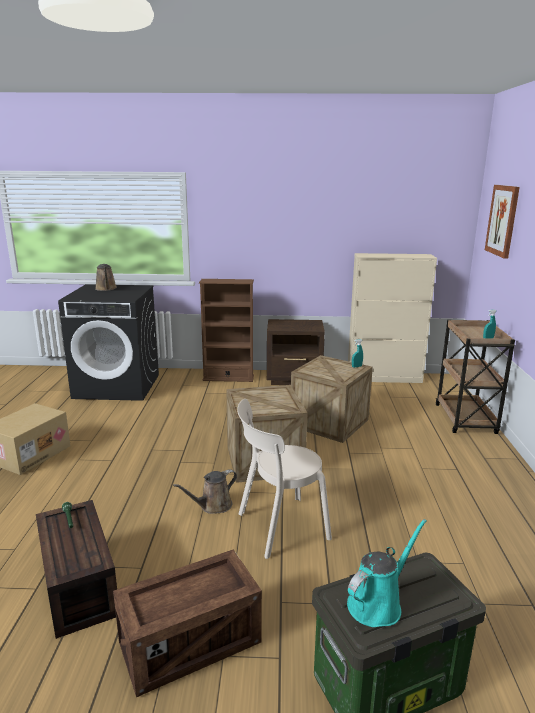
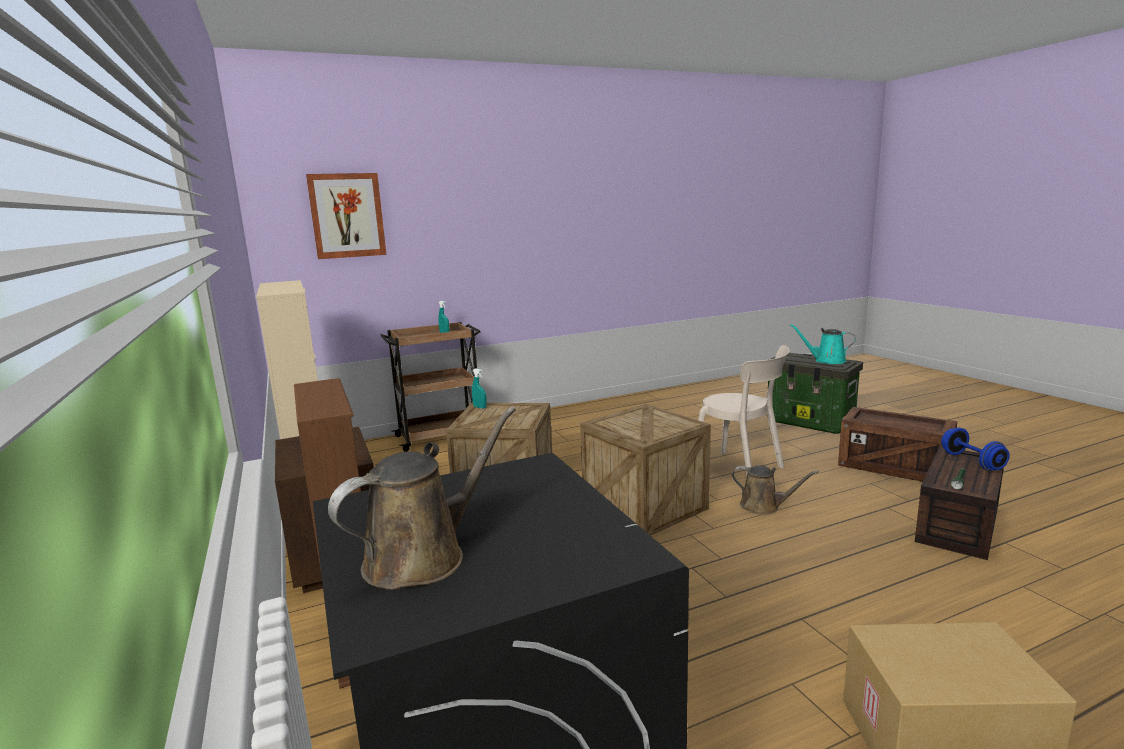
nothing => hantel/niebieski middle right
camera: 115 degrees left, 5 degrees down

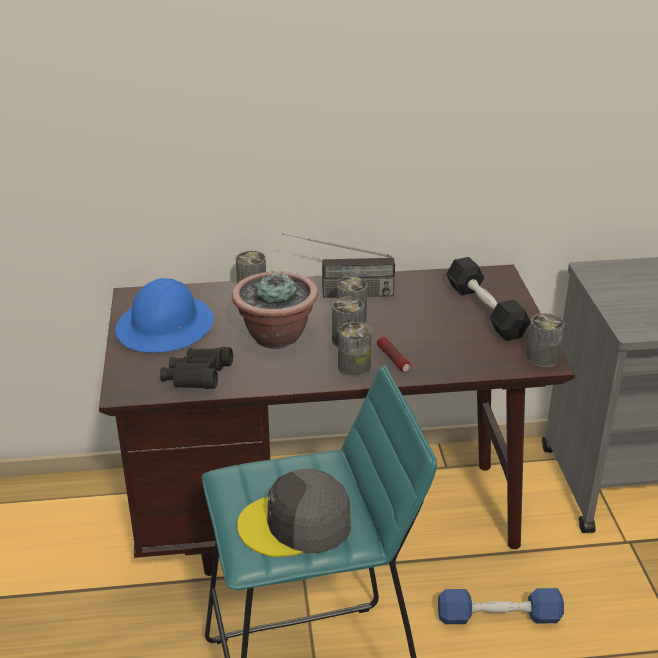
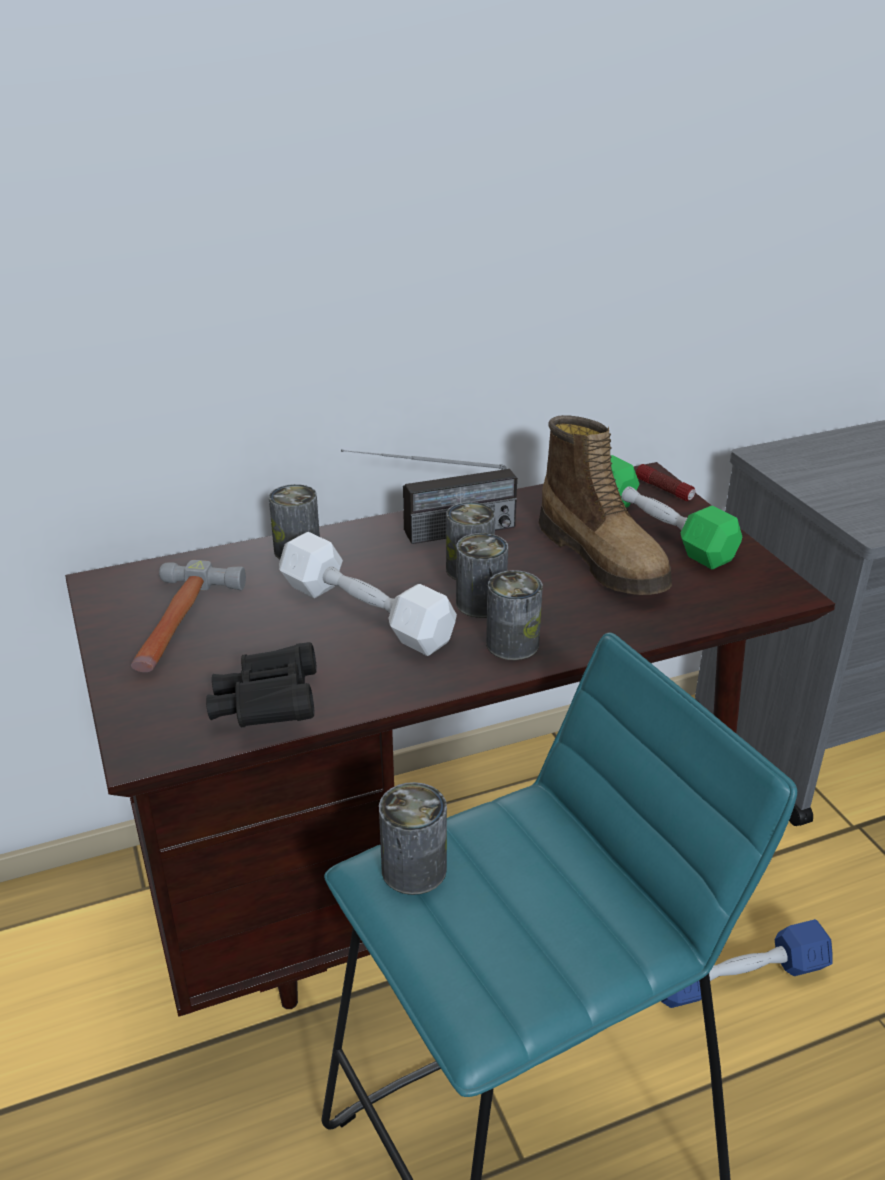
hantel/czarny middle right => hantel/zielony middle right
roślina doniczkowa centre => hantel/biały centre
kask/niebieski middle left => młotek middle left
puszka (no. 5 from left in the first image) middle right => puszka (no. 2 from left) bottom centre, relocated
latarka centre => latarka middle right, relocated
czapka z daszkiem/szary bottom centre => nothing
nothing => but z cholewką middle right
camera: 15 degrees left, 0 degrees up

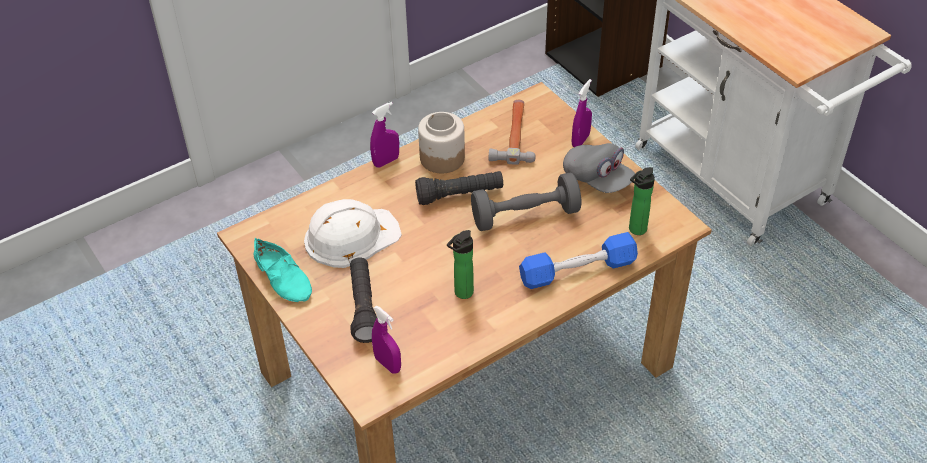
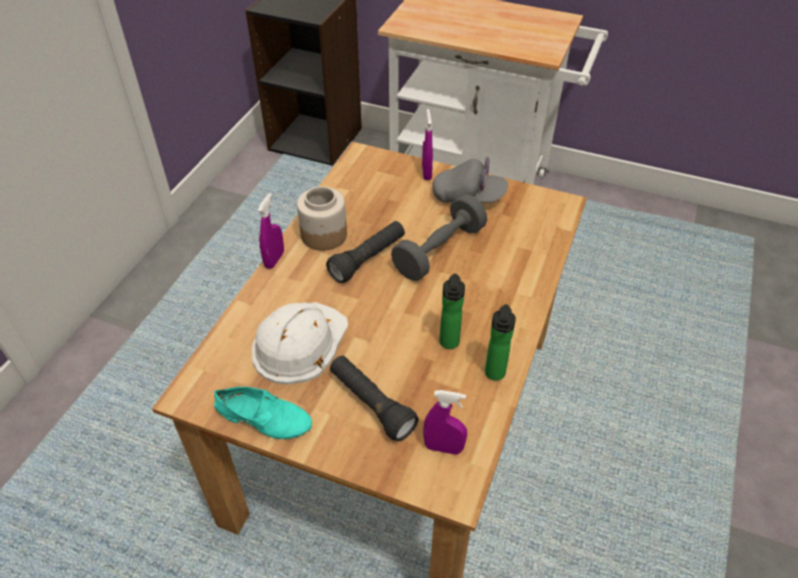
młotek top centre => nothing
butelka (no. 2 from left) middle right => butelka (no. 2 from left) centre, relocated
hantel/niebieski centre => nothing
camera: 35 degrees left, 0 degrees up

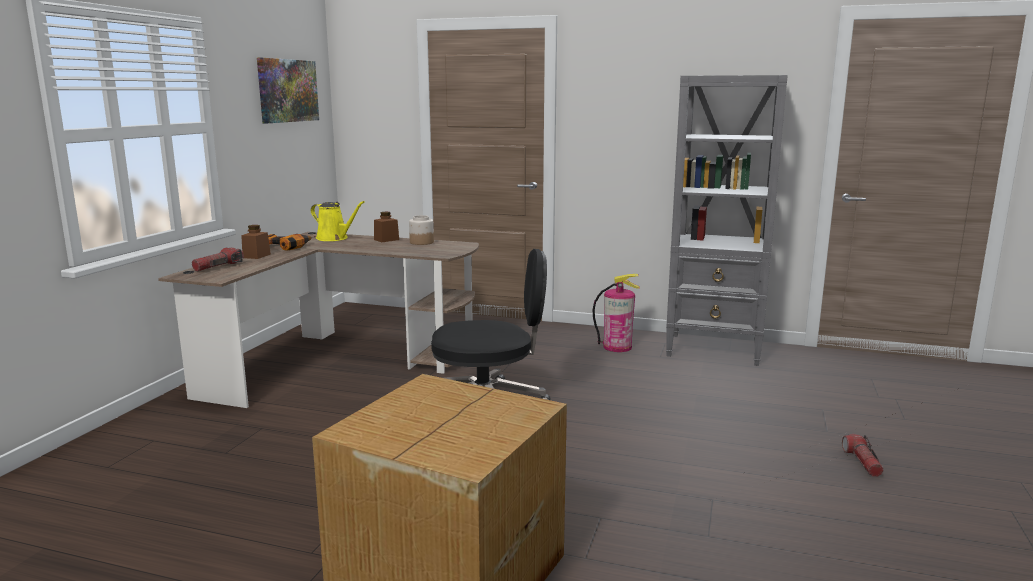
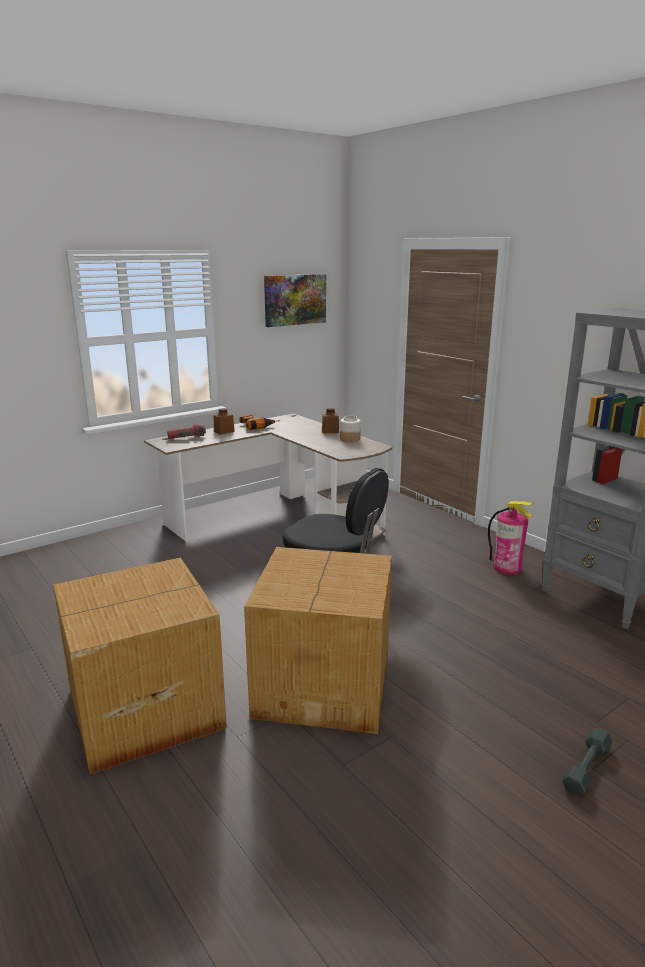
konewka/żółty middle left => nothing
latarka (no. 2 from left) bottom right => hantel/szary bottom right
nothing => karton (no. 2 from left) centre
camera: 35 degrees right, 5 degrees up

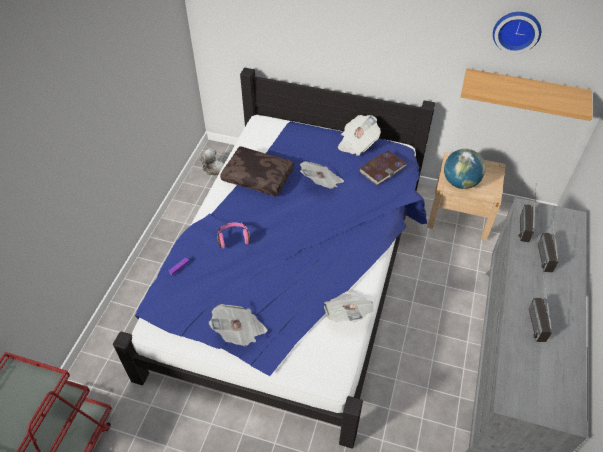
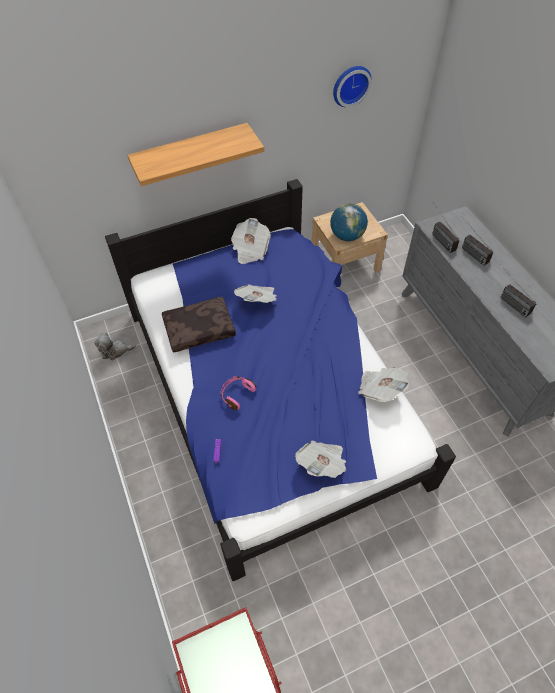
półka top right => półka top centre, relocated
książka centre => nothing
camera: 40 degrees left, 5 degrees up

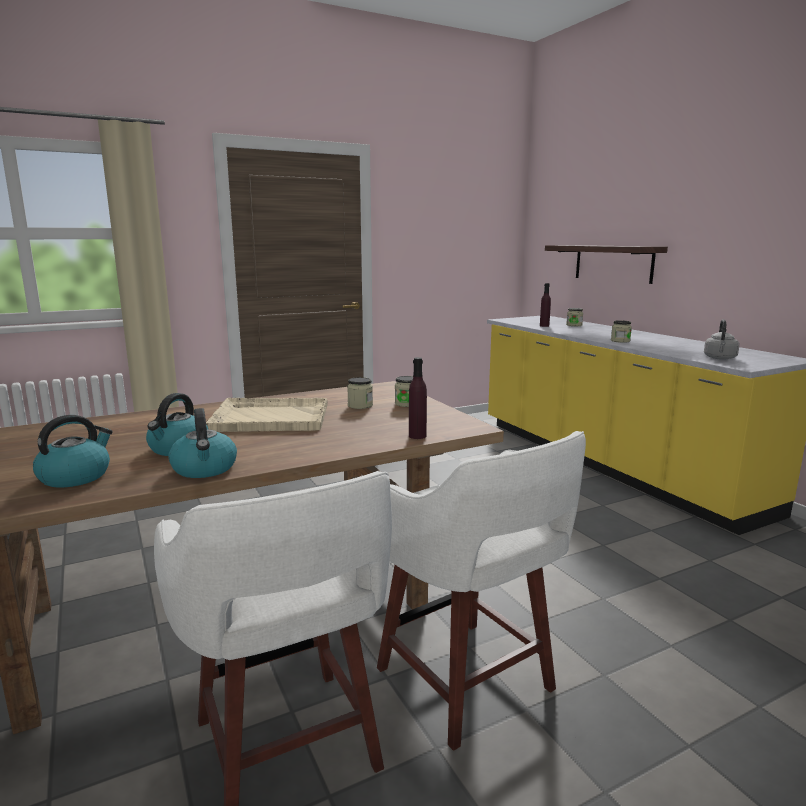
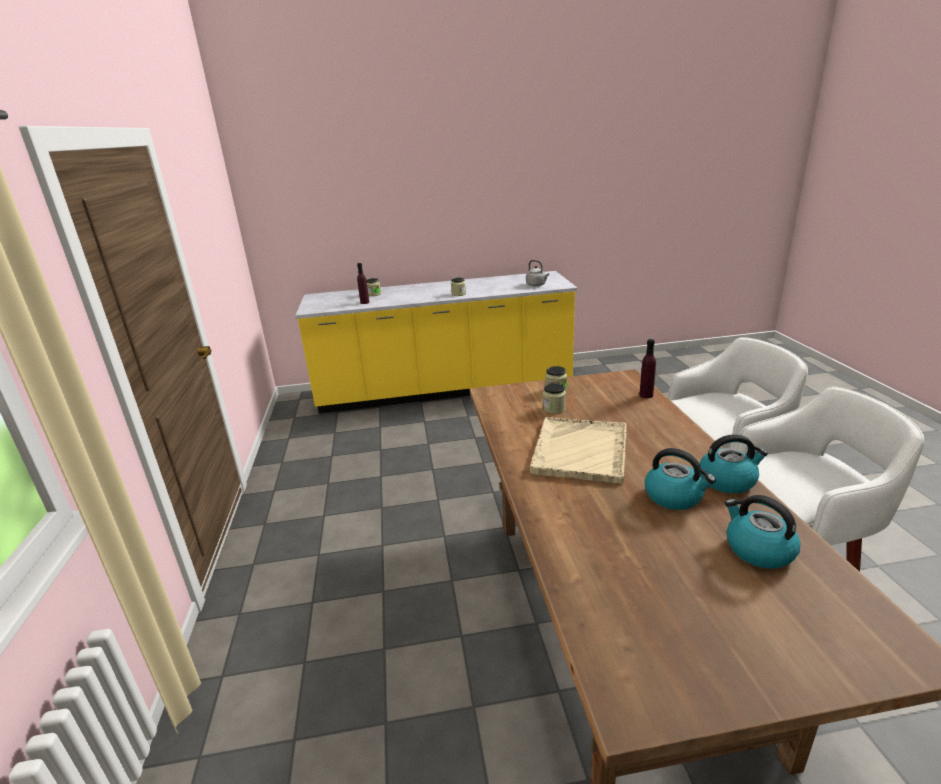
półka top right => nothing
camera: 70 degrees left, 10 degrees up

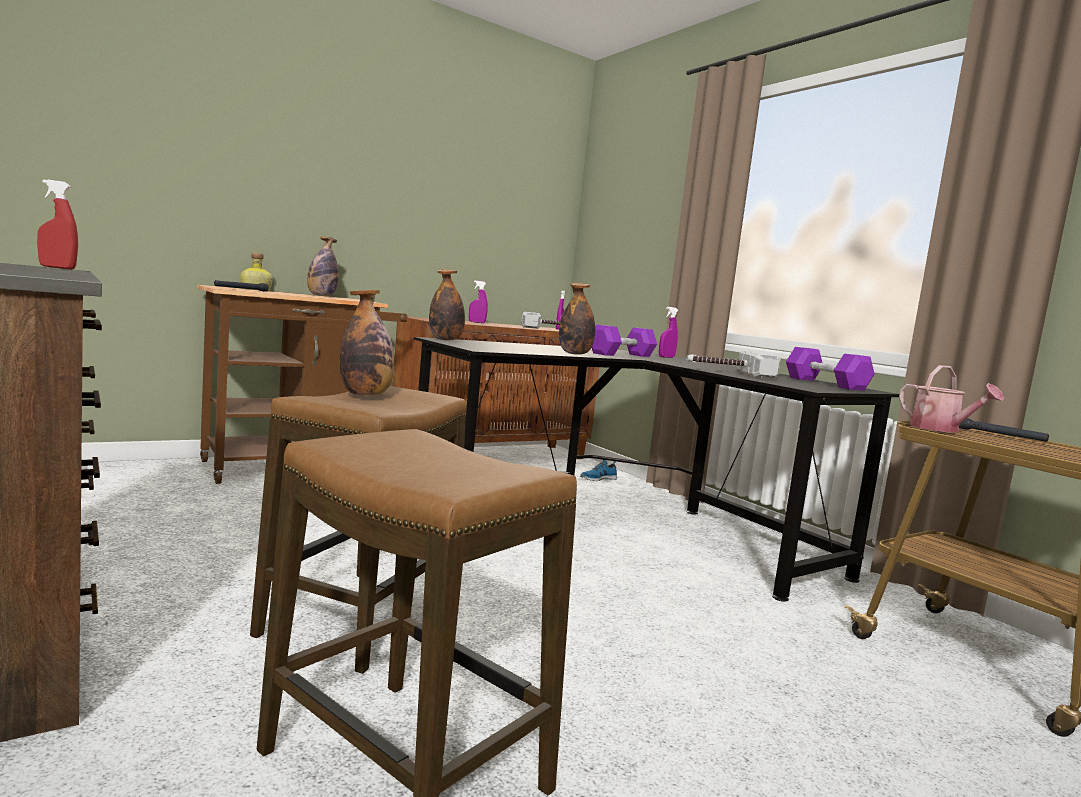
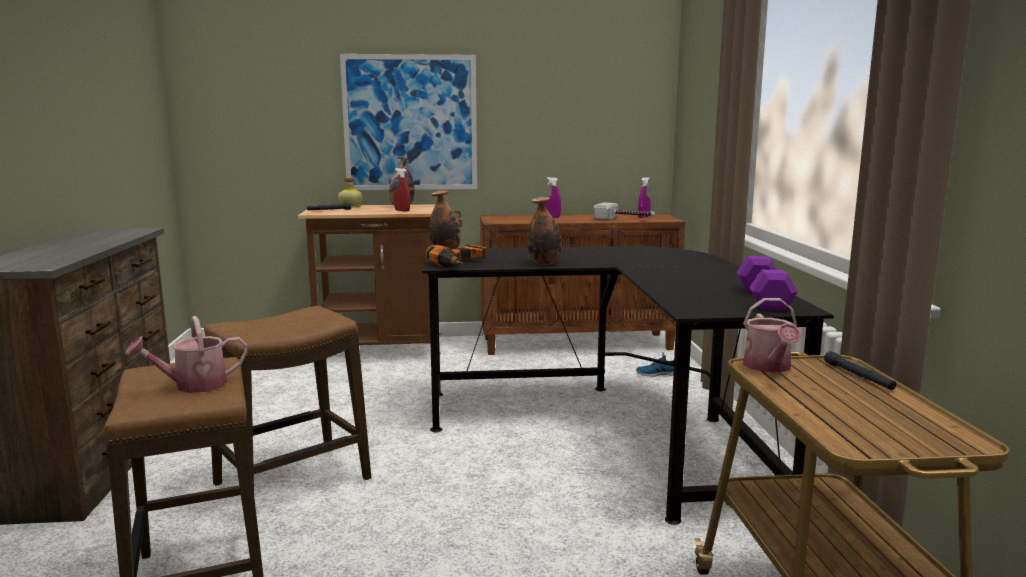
spryskiwacz/czerwony top left => spryskiwacz/czerwony top centre, relocated
butelka (no. 3 from left) centre => nothing
spryskiwacz/fioletowy (no. 3 from left) centre => nothing
hantel/fioletowy (no. 1 from left) centre => nothing
młotek (no. 2 from left) middle right => nothing
nothing => obraz top centre
nothing => wiertarka centre
nothing => konewka (no. 1 from left) middle left
camera: 30 degrees right, 5 degrees up

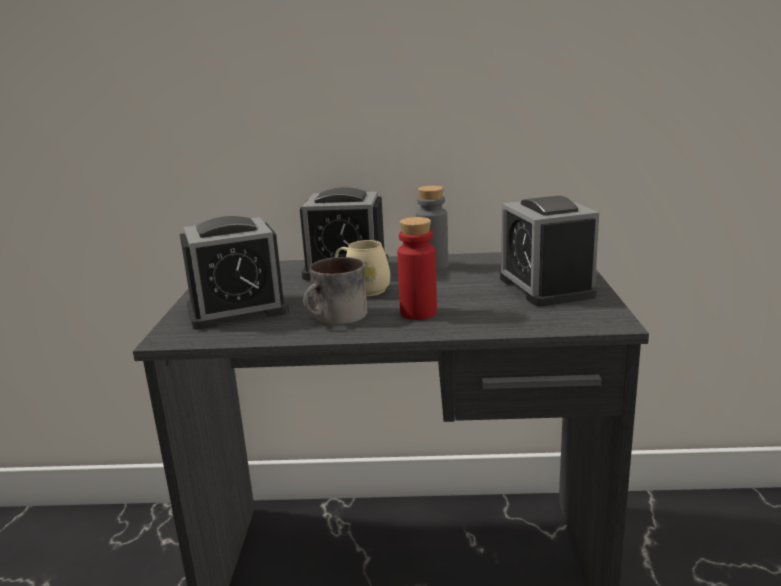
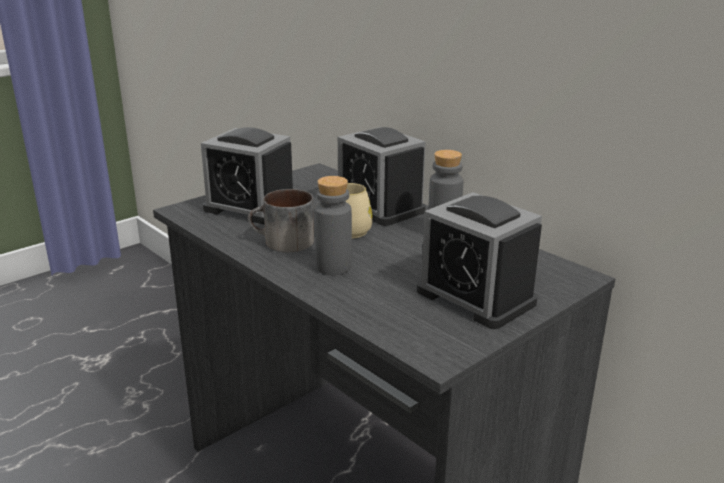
budzik (no. 3 from left) middle right => budzik (no. 3 from left) centre, 75 degrees counterclockwise
butelka/czerwony centre => butelka/szary (no. 1 from left) centre
camera: 45 degrees right, 5 degrees up

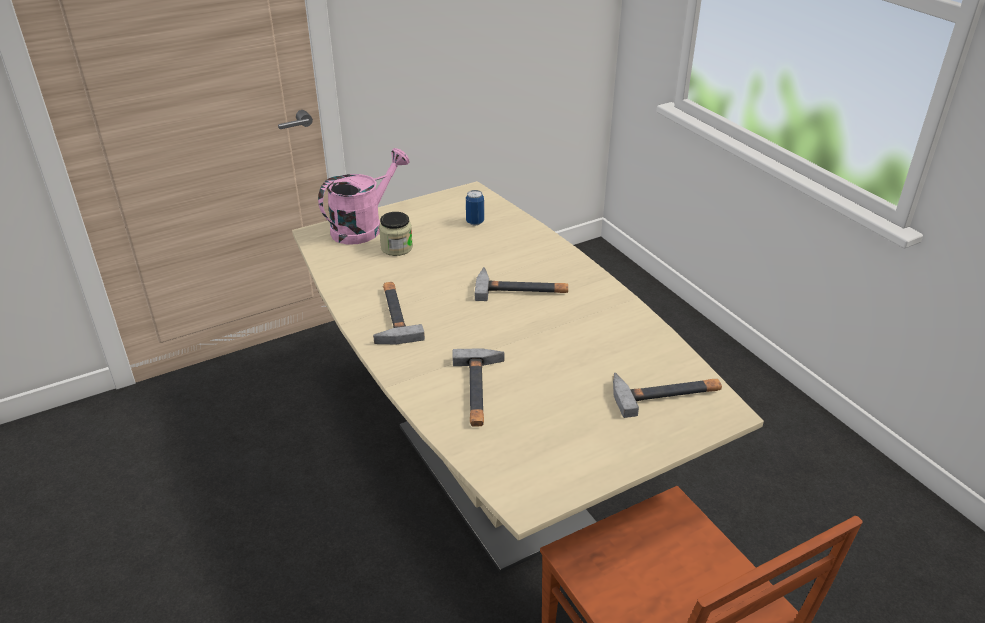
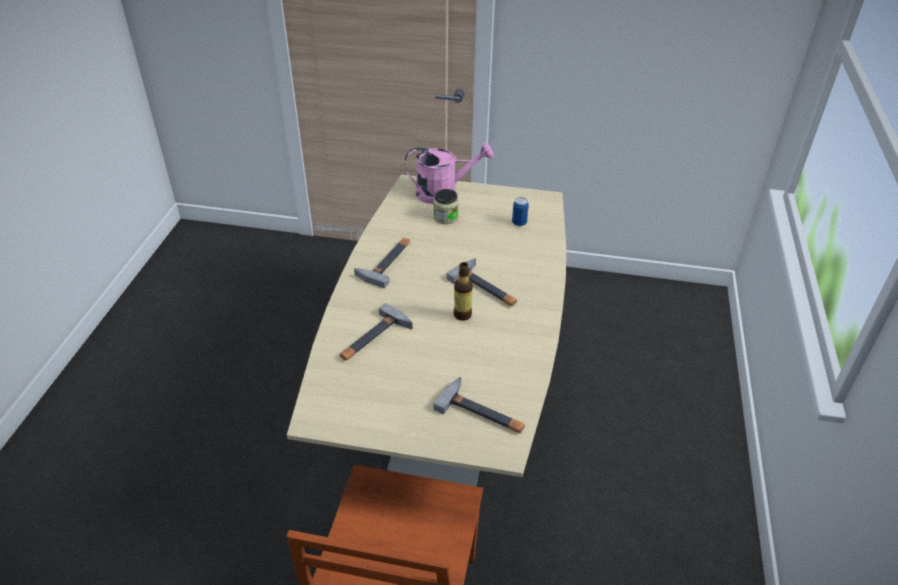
nothing => butelka centre
camera: 40 degrees right, 5 degrees up

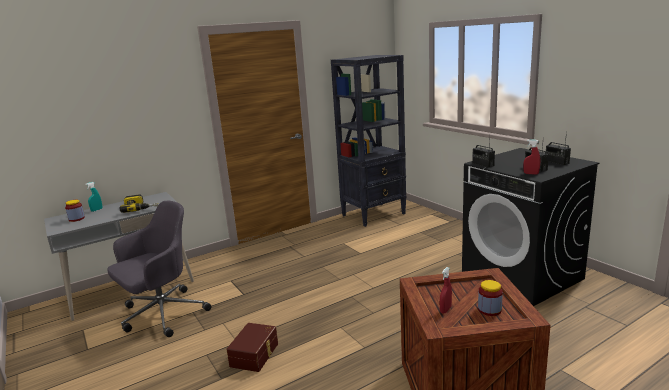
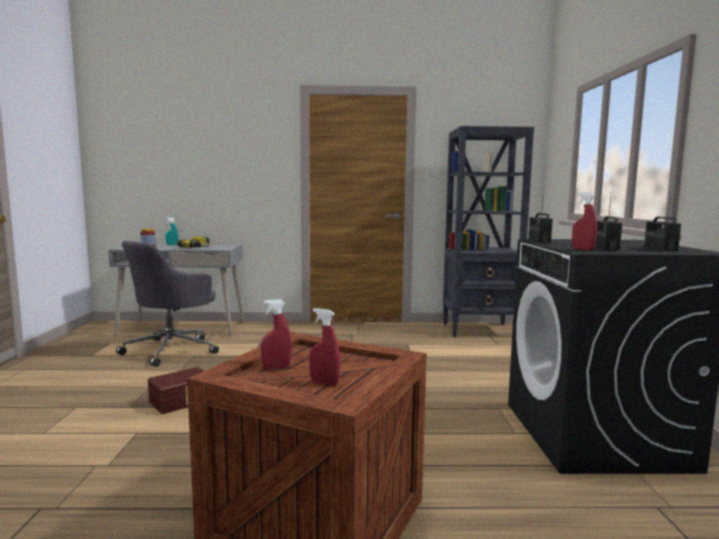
krzesło biurowe/szary bottom left => krzesło biurowe/szary middle left, 135 degrees clockwise
słoik (no. 2 from left) bottom right => spryskiwacz/czerwony (no. 2 from left) centre
camera: 30 degrees right, 10 degrees down

